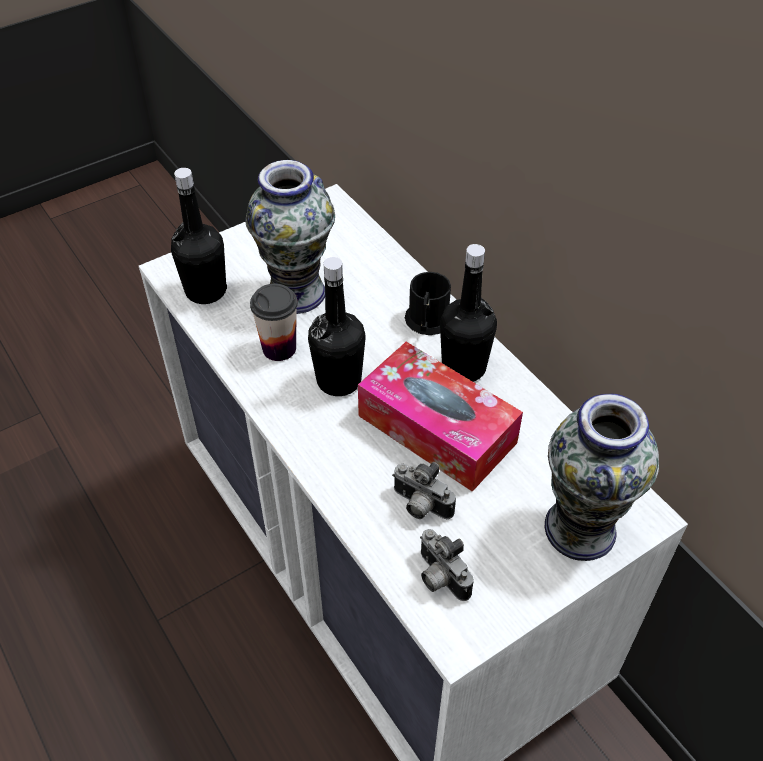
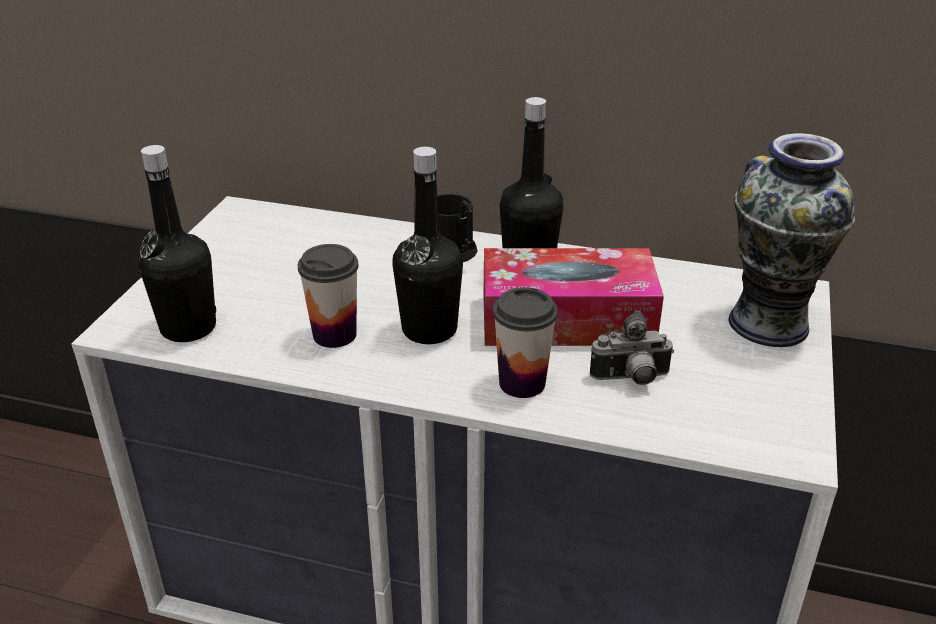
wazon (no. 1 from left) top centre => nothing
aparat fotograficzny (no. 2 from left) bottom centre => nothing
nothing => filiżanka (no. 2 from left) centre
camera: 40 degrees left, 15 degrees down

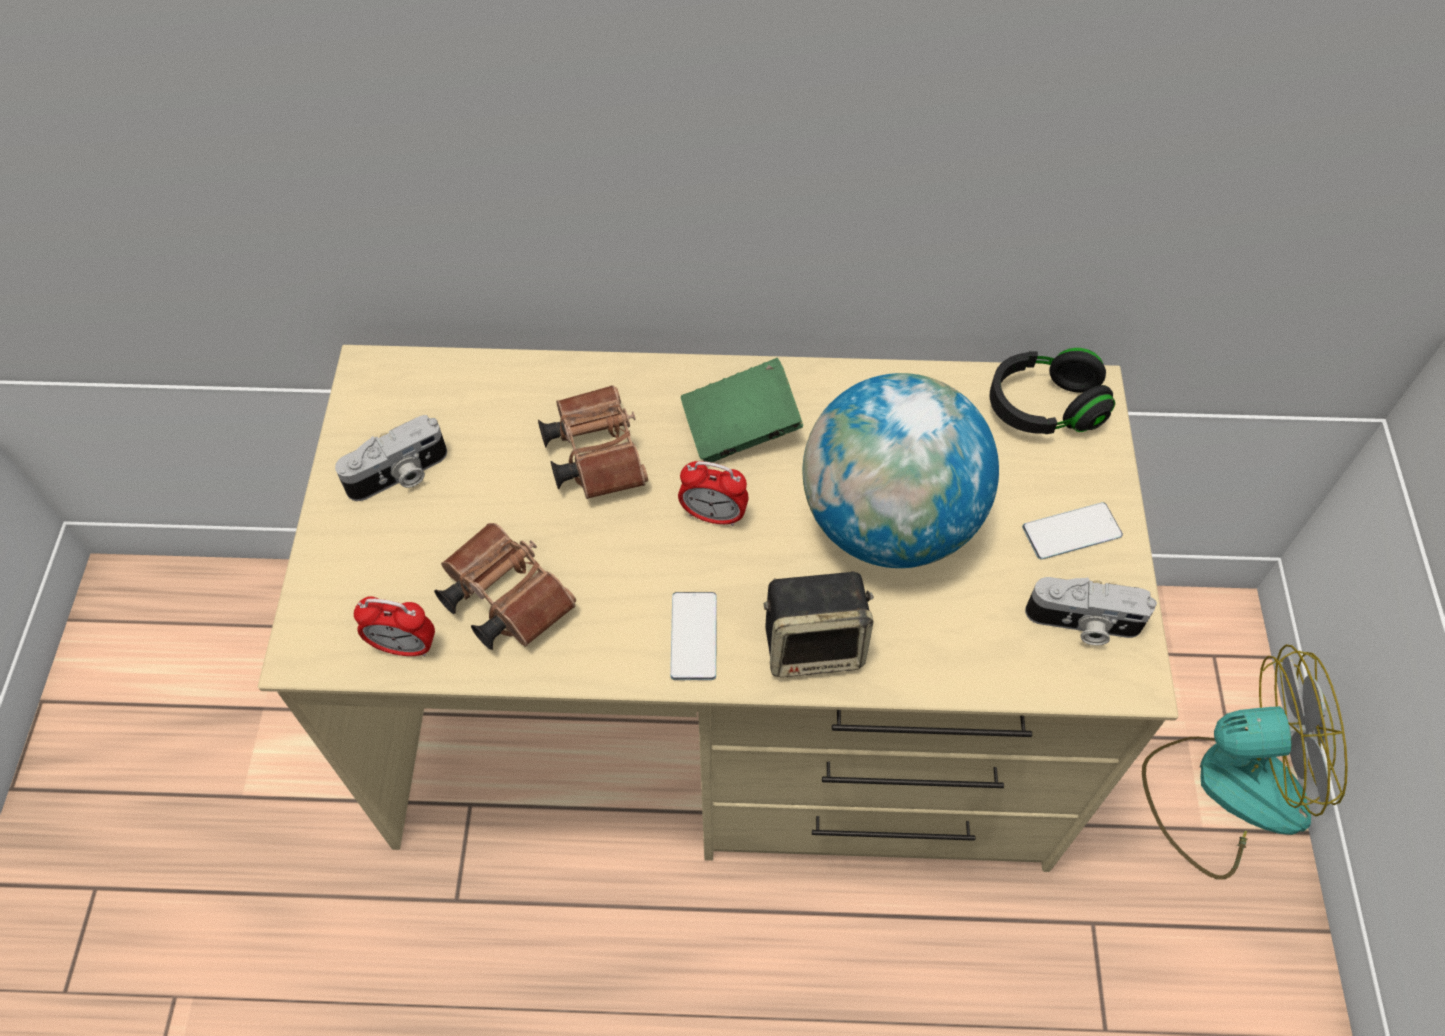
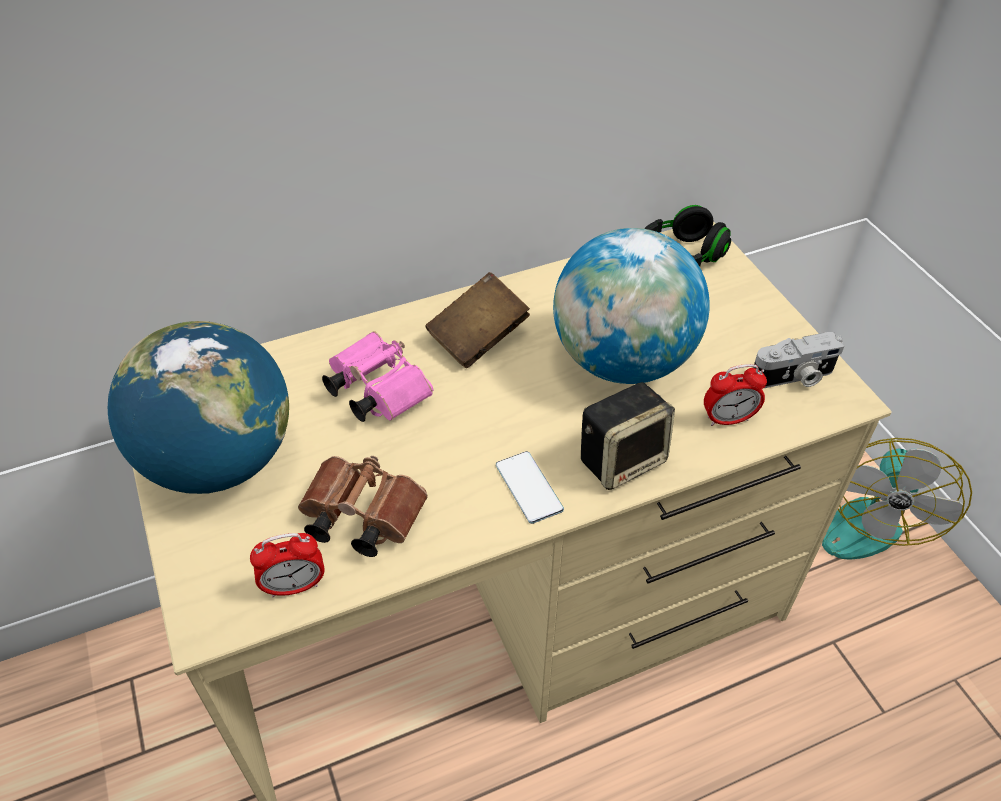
książka/zielony centre => książka/brązowy centre
lornetka/brązowy (no. 2 from left) centre => lornetka/różowy centre
aparat fotograficzny (no. 1 from left) middle left => globus (no. 1 from left) middle left
budzik (no. 2 from left) centre => budzik (no. 2 from left) middle right, relocated
telefon (no. 2 from left) middle right => nothing
wentylator bottom right => wentylator middle right, 135 degrees clockwise
camera: 25 degrees left, 10 degrees down

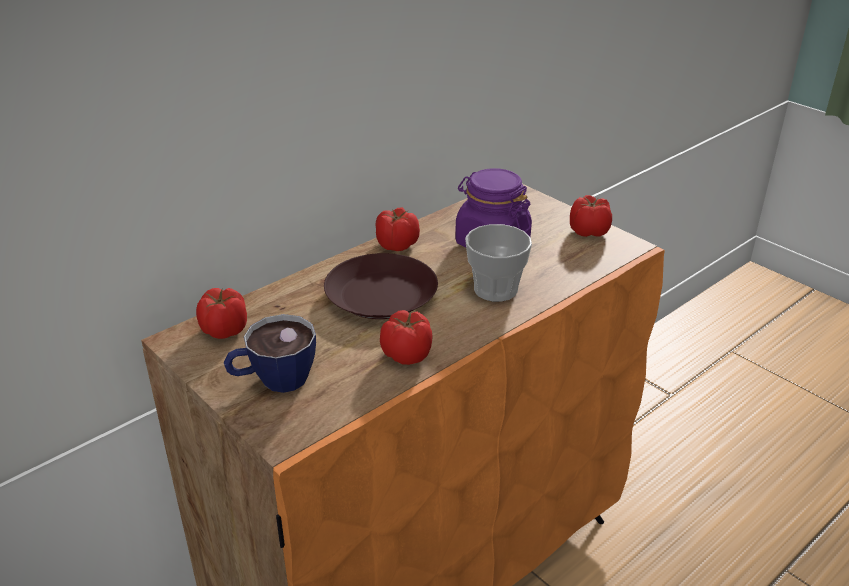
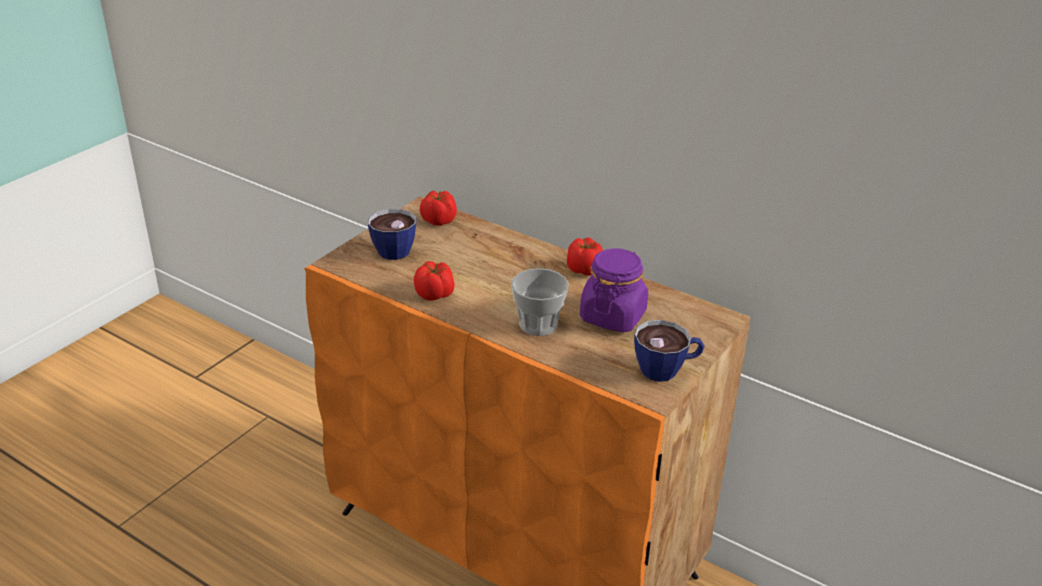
pomidor (no. 4 from left) middle right => filiżanka (no. 3 from left) centre
talerz/brązowy centre => nothing
camera: 75 degrees right, 0 degrees up

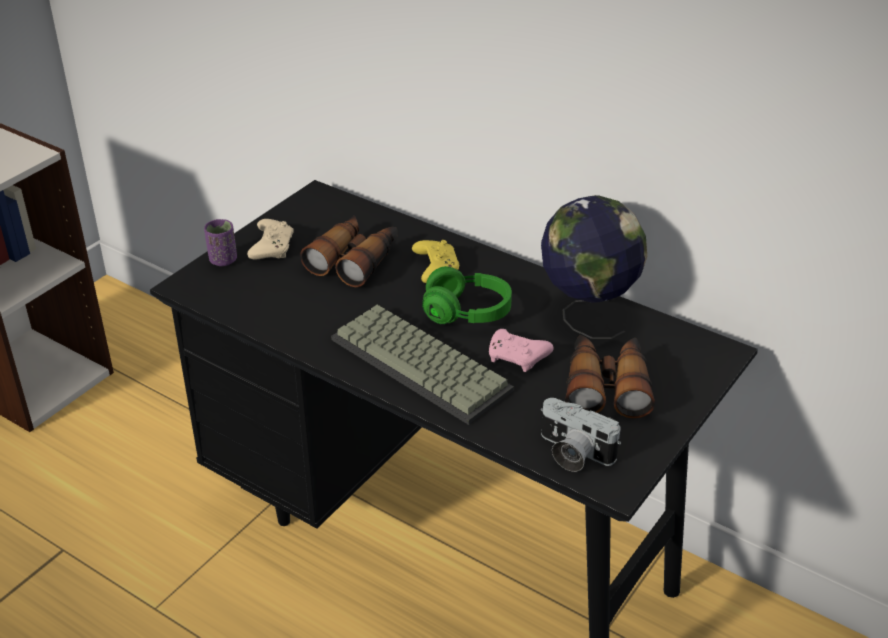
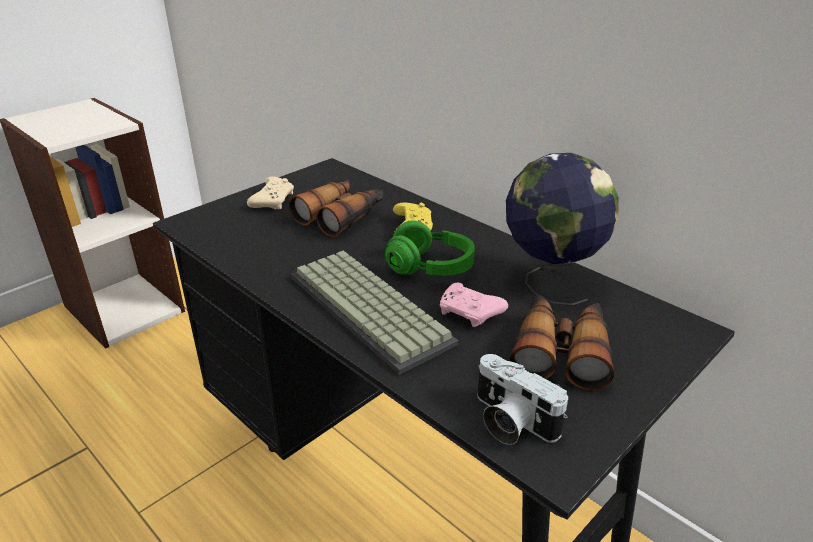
filiżanka/fioletowy middle left => nothing
camera: 10 degrees right, 5 degrees down

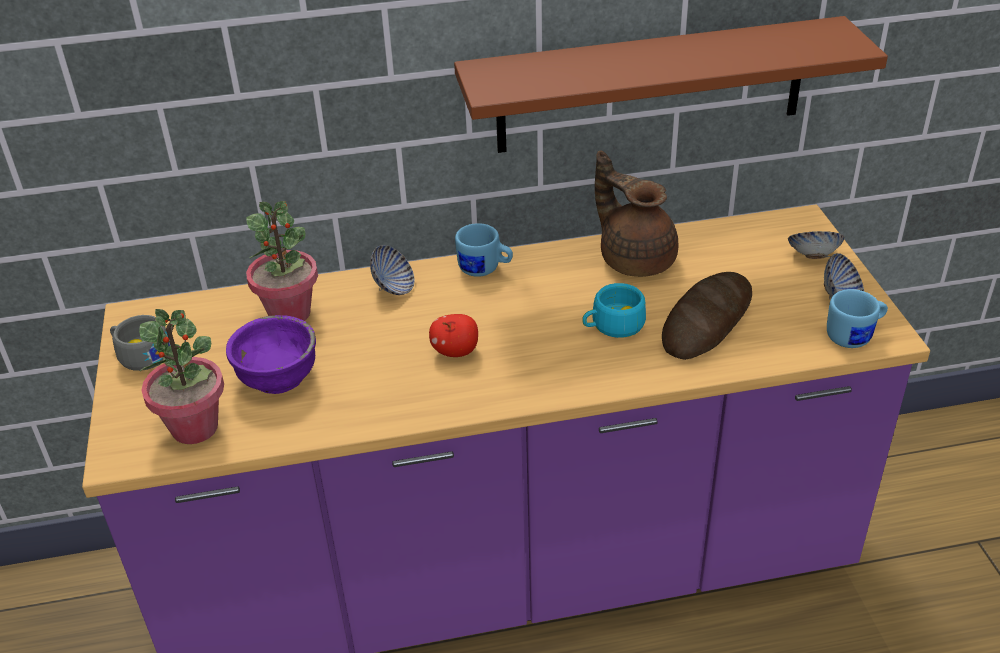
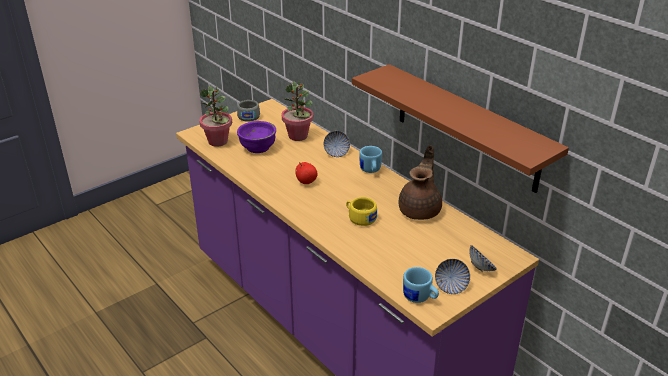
chleb middle right => nothing
filiżanka/turkusowy centre => filiżanka/żółty centre
camera: 60 degrees right, 5 degrees down

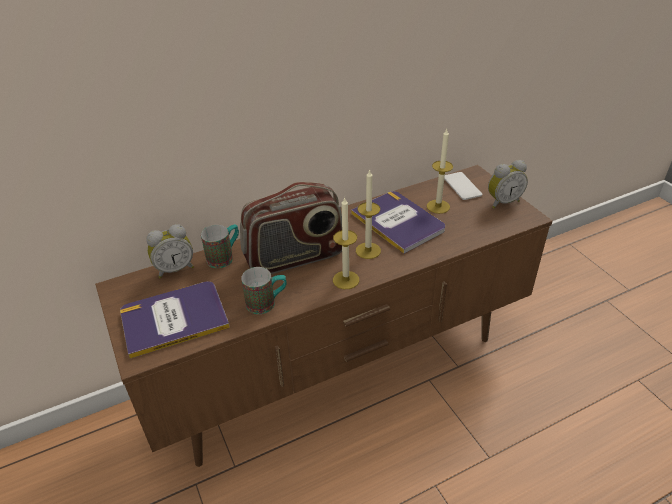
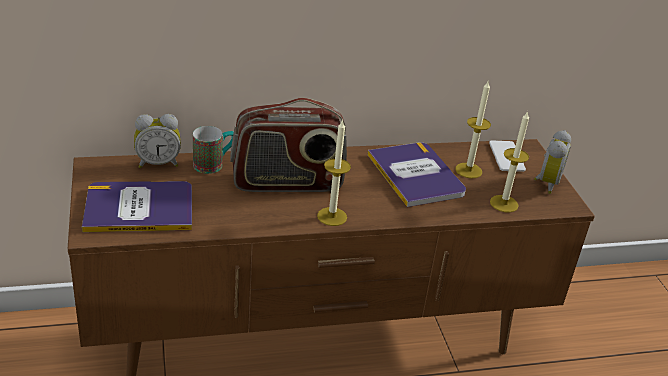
budzik (no. 2 from left) middle right, 60 degrees counterclockwise
świeca (no. 2 from left in the first image) centre => świeca (no. 3 from left) middle right, relocated
kubek (no. 2 from left) centre => nothing
camera: 10 degrees right, 5 degrees down

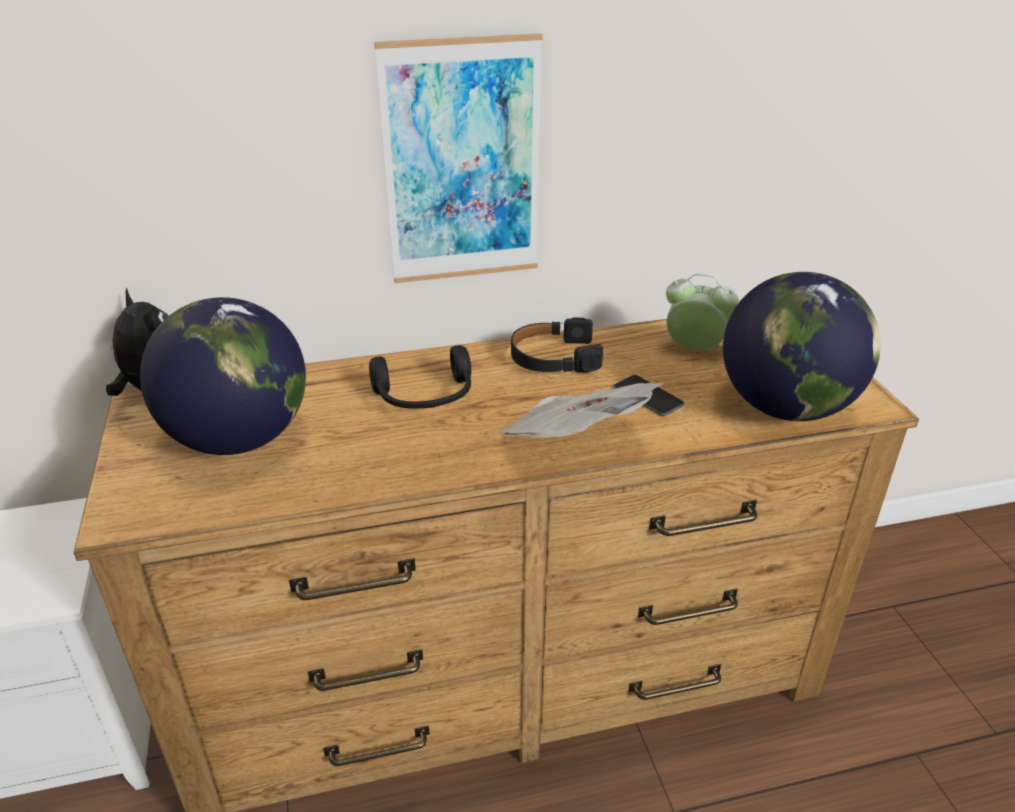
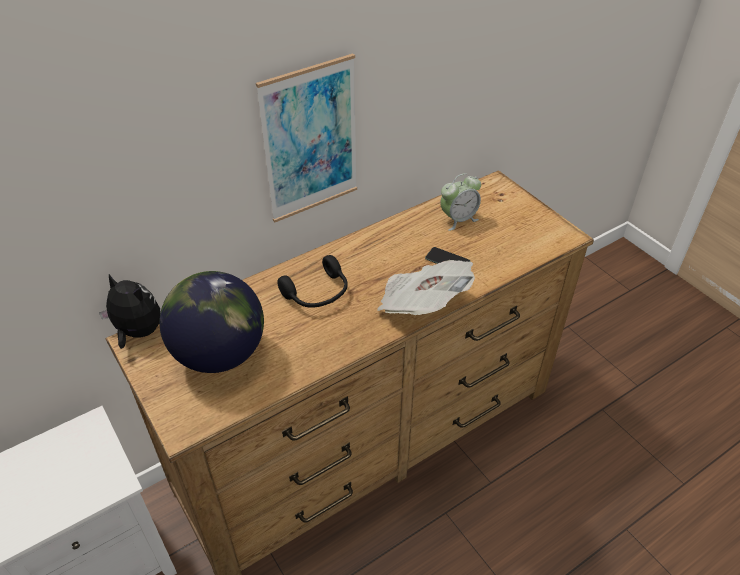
globus (no. 2 from left) middle right => nothing
budzik middle right => budzik centre, 150 degrees clockwise
słuchawki/czarny (no. 2 from left) centre => nothing
camera: 20 degrees left, 10 degrees up

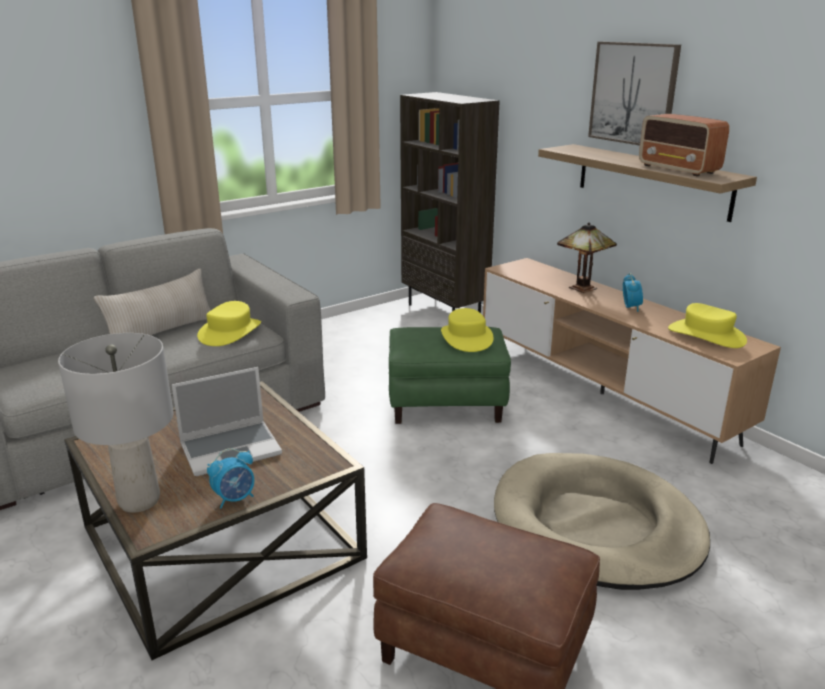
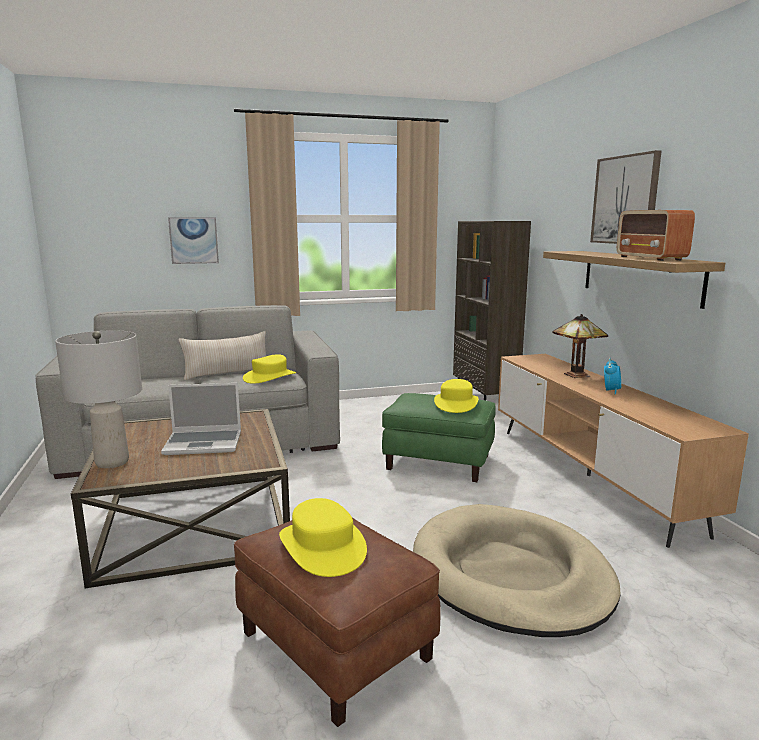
kapelusz/żółty (no. 3 from left in the first image) middle right => kapelusz/żółty (no. 2 from left) bottom centre, relocated
budzik (no. 1 from left) bottom left => nothing
nothing => obraz (no. 1 from left) top left
camera: 20 degrees right, 10 degrees down

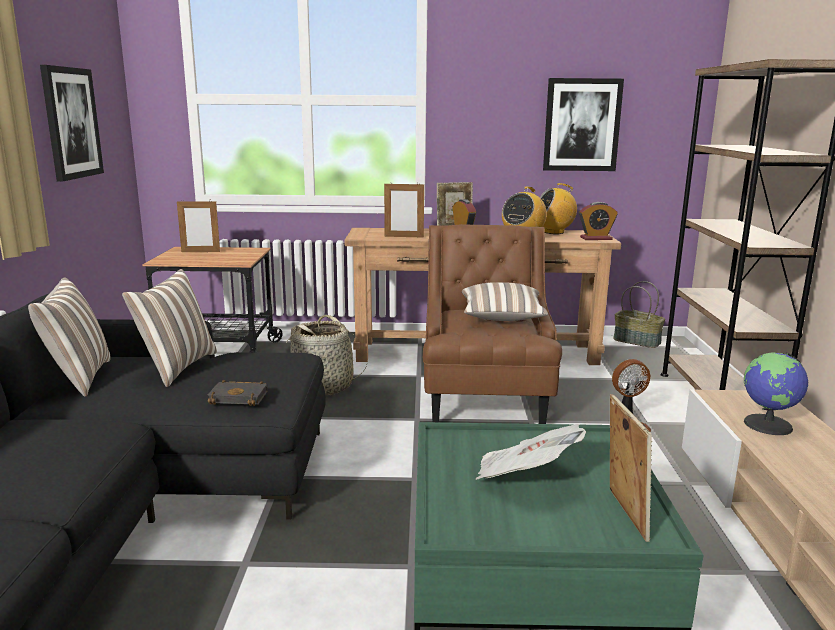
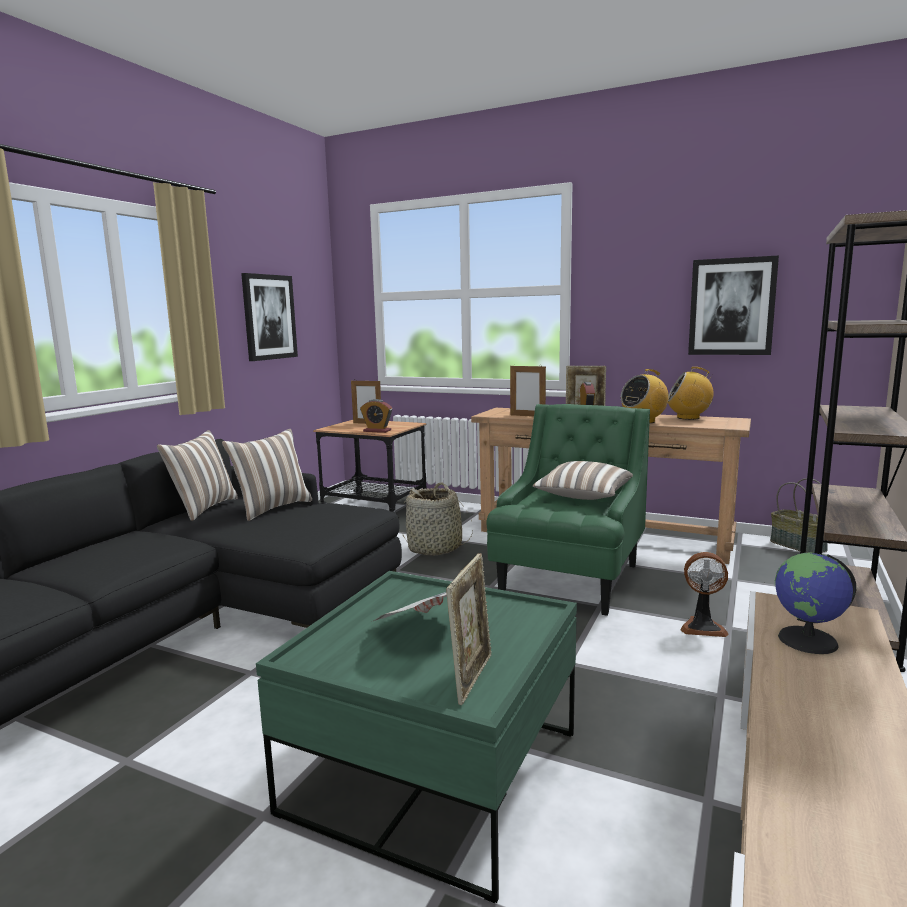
budzik (no. 2 from left in the first image) middle right => budzik (no. 1 from left) centre, relocated
fotel/brązowy centre => fotel/zielony centre
książka/czarny middle left => nothing
camera: 25 degrees right, 5 degrees down

